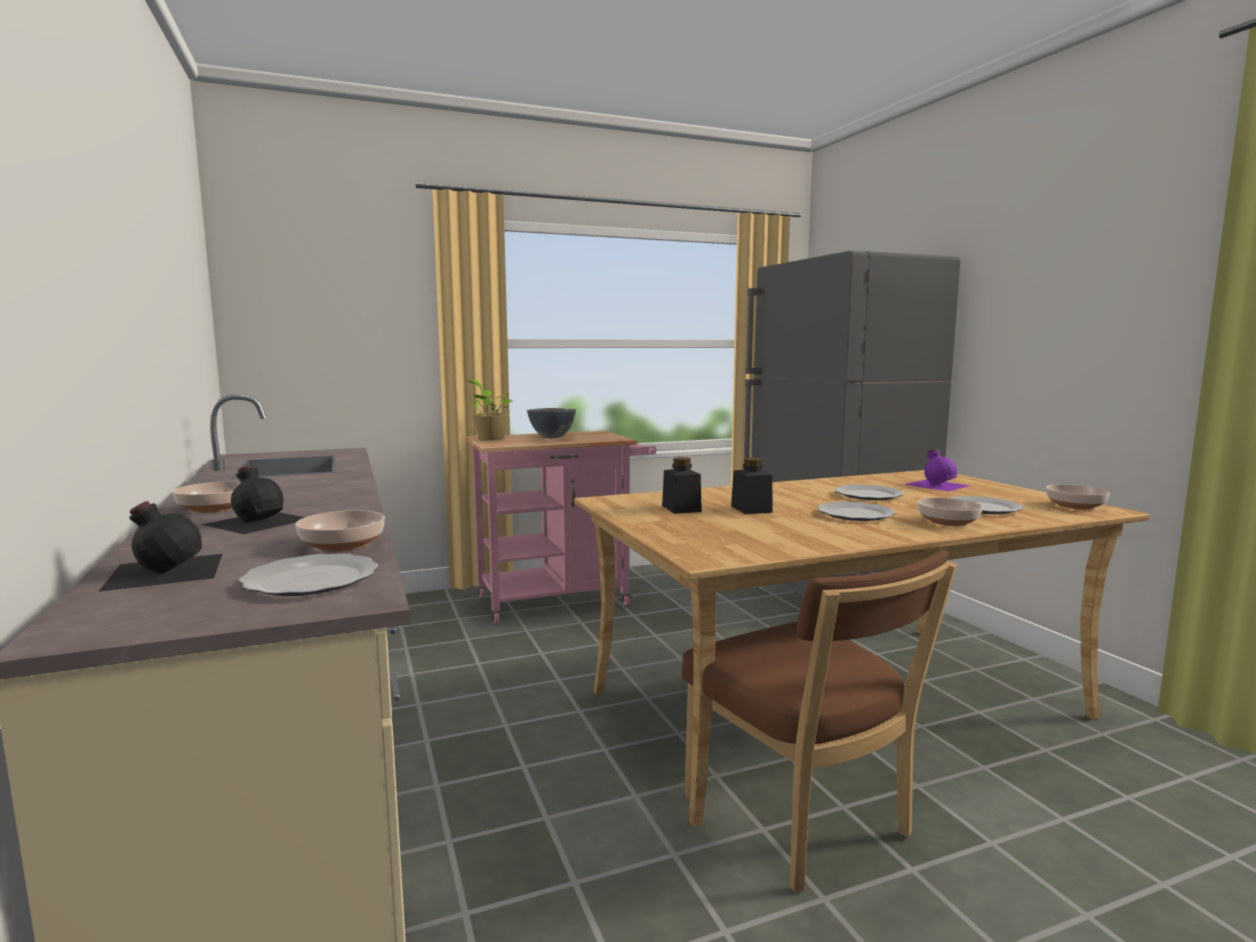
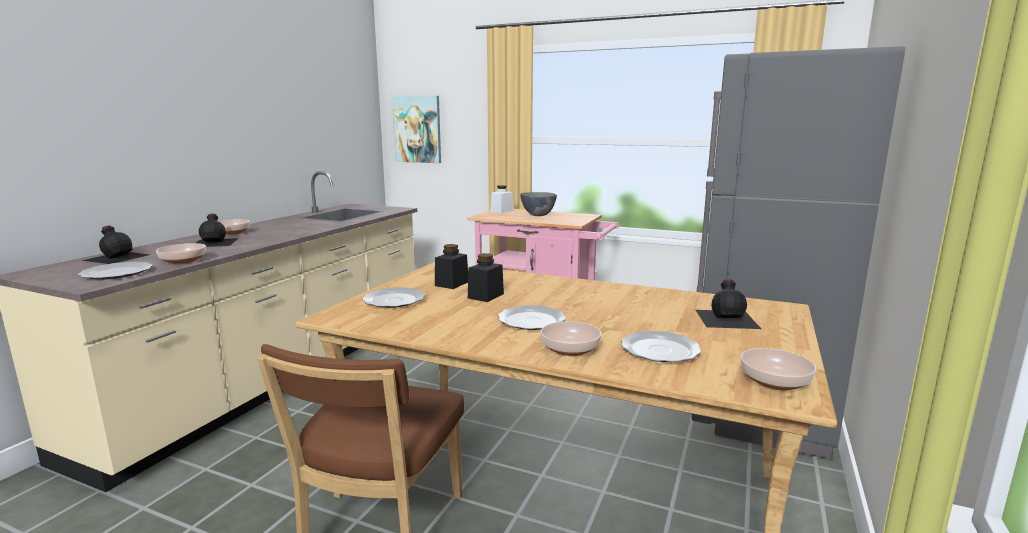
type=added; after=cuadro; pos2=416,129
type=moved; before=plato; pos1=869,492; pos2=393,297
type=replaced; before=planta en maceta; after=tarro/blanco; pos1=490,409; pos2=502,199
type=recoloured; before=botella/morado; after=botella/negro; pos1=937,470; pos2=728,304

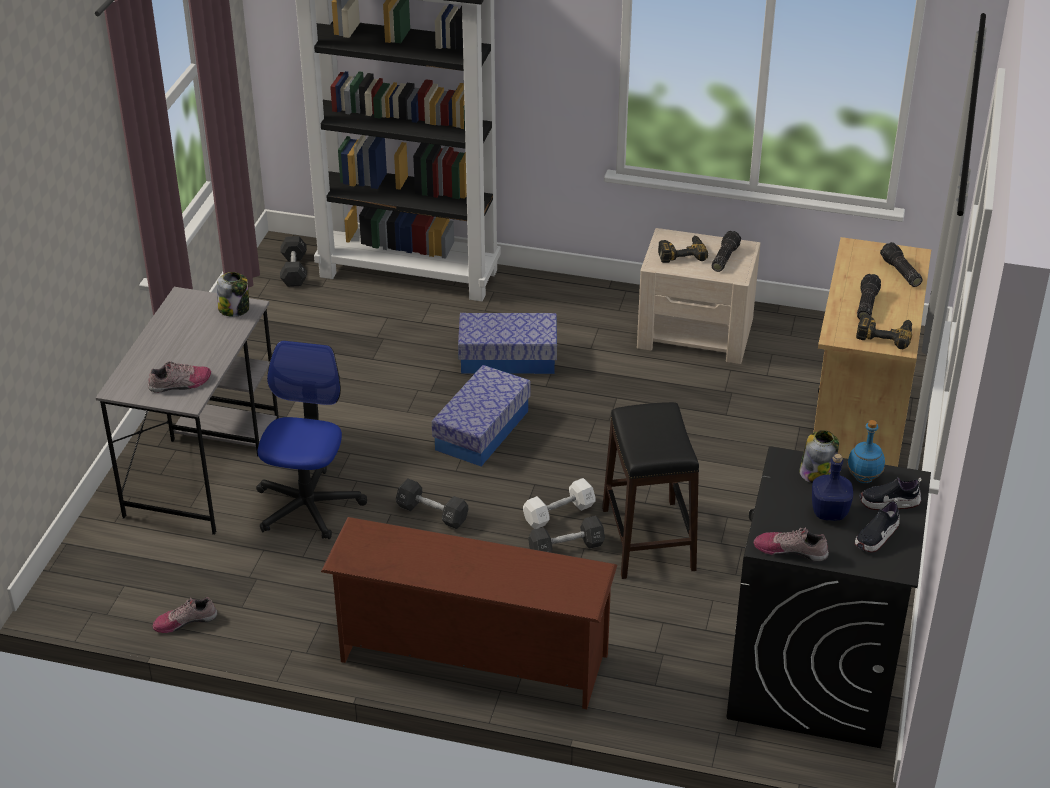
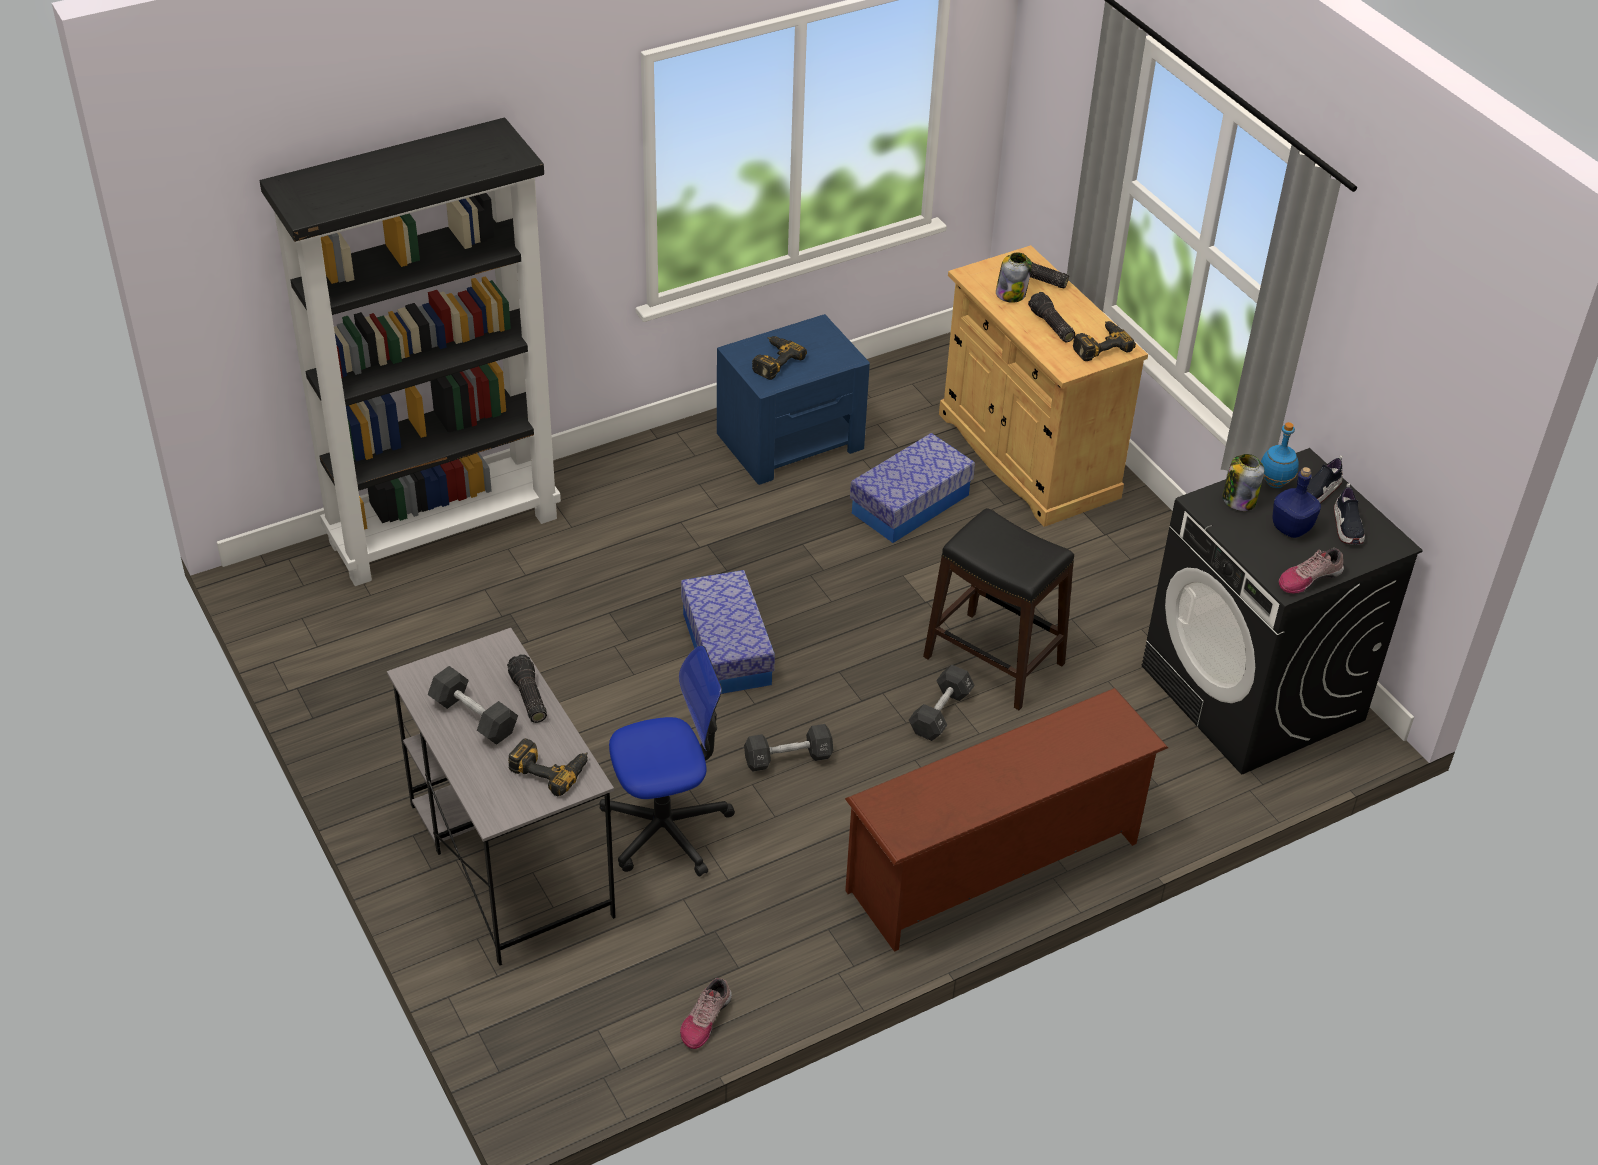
type=removed; before=mancuerna/blanco; pos1=559,503
type=moved; before=tarro; pos1=233,294; pos2=1014,277
type=moved; before=mancuerna/negro; pos1=293,261; pos2=473,705
type=moved; before=caja de almacenaje; pos1=507,343; pos2=912,488
type=moved; before=linterna; pos1=726,251; pos2=527,688
type=replaced; before=zapato; after=taladro; pos1=179,377; pos2=548,767
type=recoloured; before=mesita de noche/beis; after=mesita de noche/azul; pos1=698,296; pos2=793,399
type=turned; before=silla de oficina; pos1=311,439; pos2=667,761; turn=105

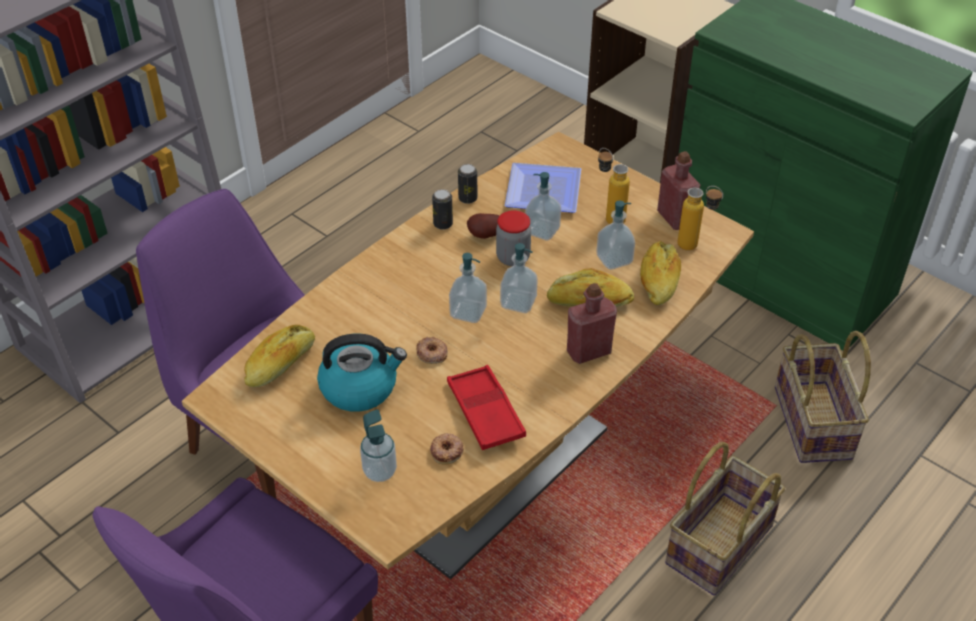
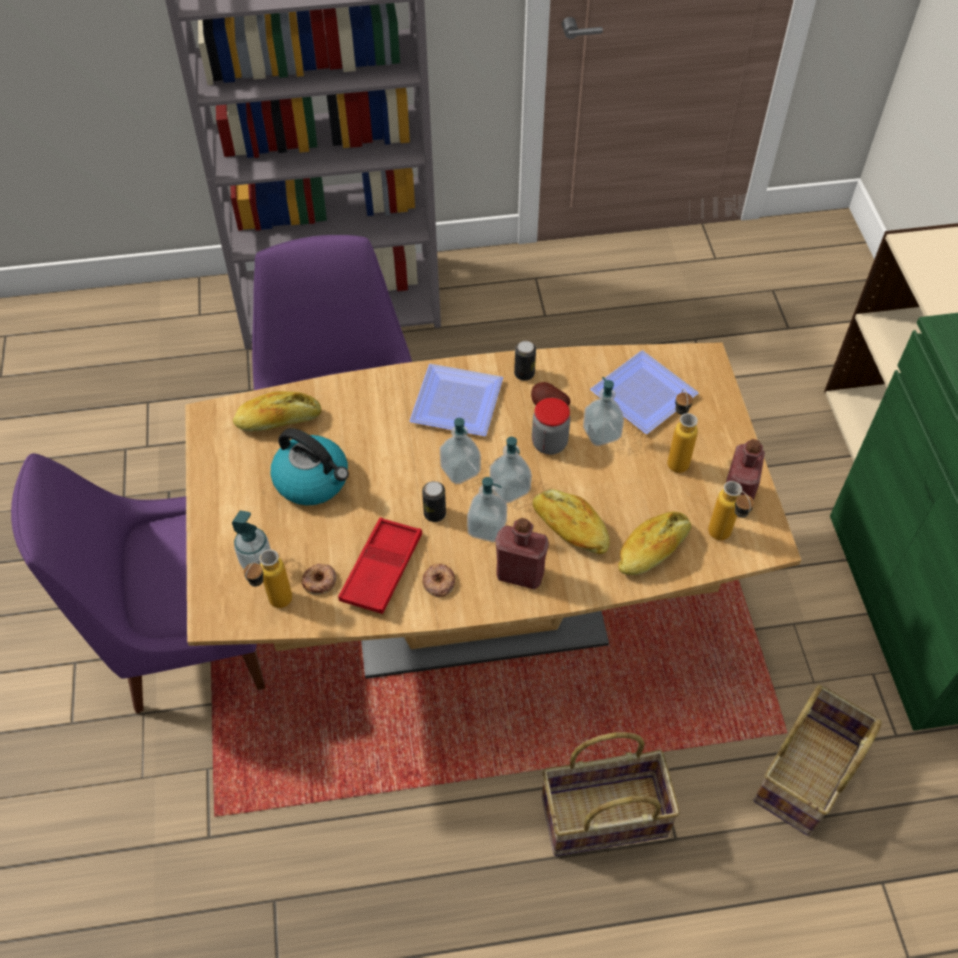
type=added; after=botella; pos2=268,578
type=added; after=plato; pos2=456,400
type=moved; before=rosquilla; pos1=432,350; pos2=438,581
type=moved; before=lata; pos1=467,184; pos2=434,501
type=moved; before=dispensador de jabón; pos1=615,235; pos2=487,509

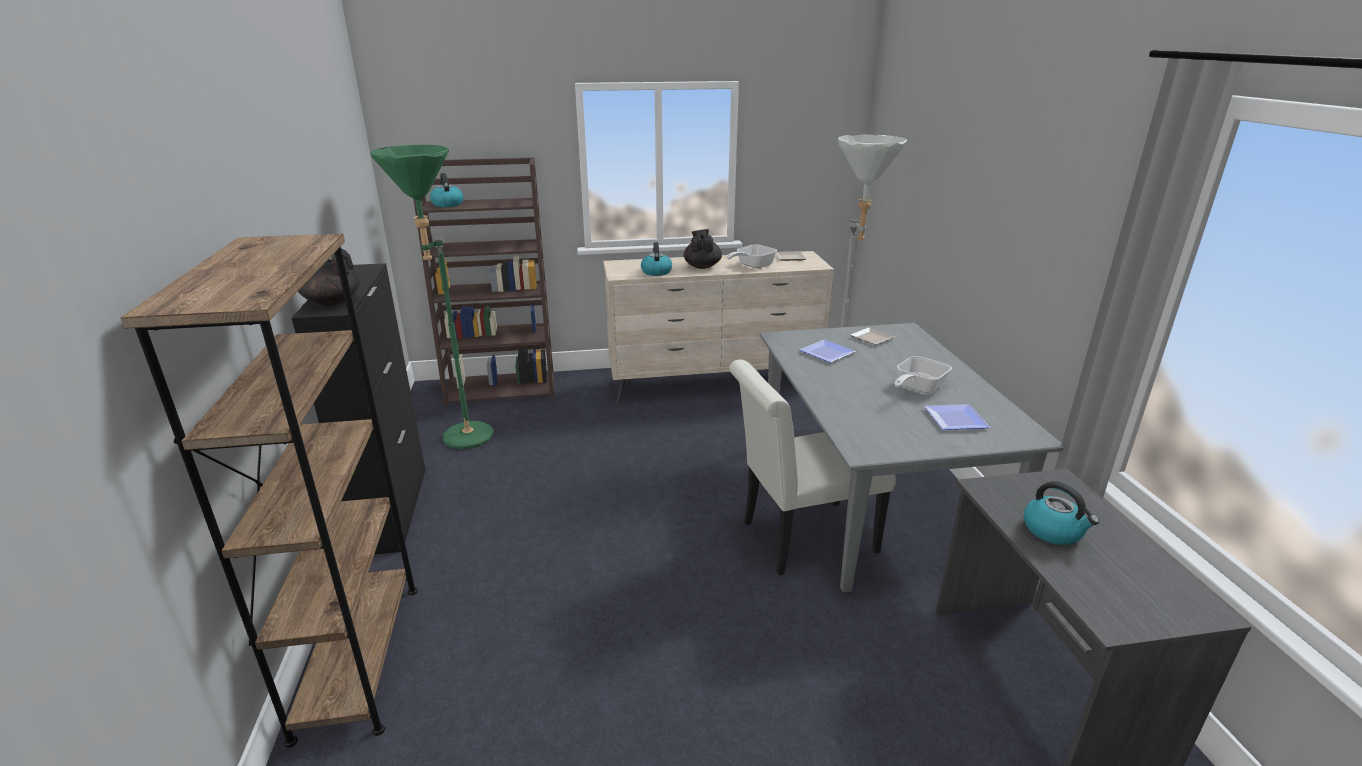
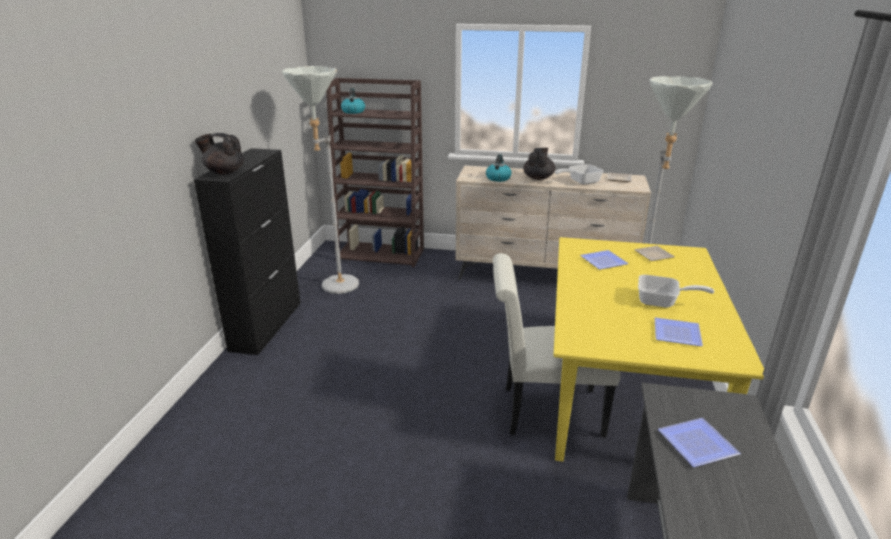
type=removed; before=estantería/marrón; pos1=269,491
type=replaced; before=hervidor; after=plato; pos1=1061,513; pos2=699,442
type=recoloured; before=lámpara de pie/verde; after=lámpara de pie/gris; pos1=432,297; pos2=320,180
type=recoloured; before=mesa de comedor/gris; after=mesa de comedor/amarillo; pos1=911,457; pos2=658,349
type=turned; before=sartén; pos1=923,374; pos2=676,291; turn=-135

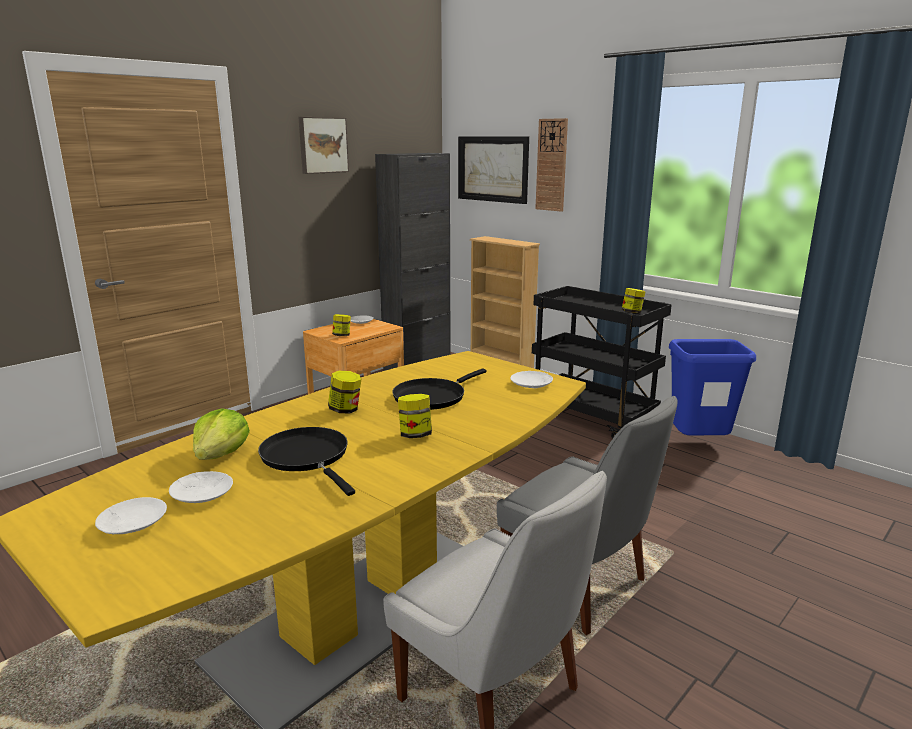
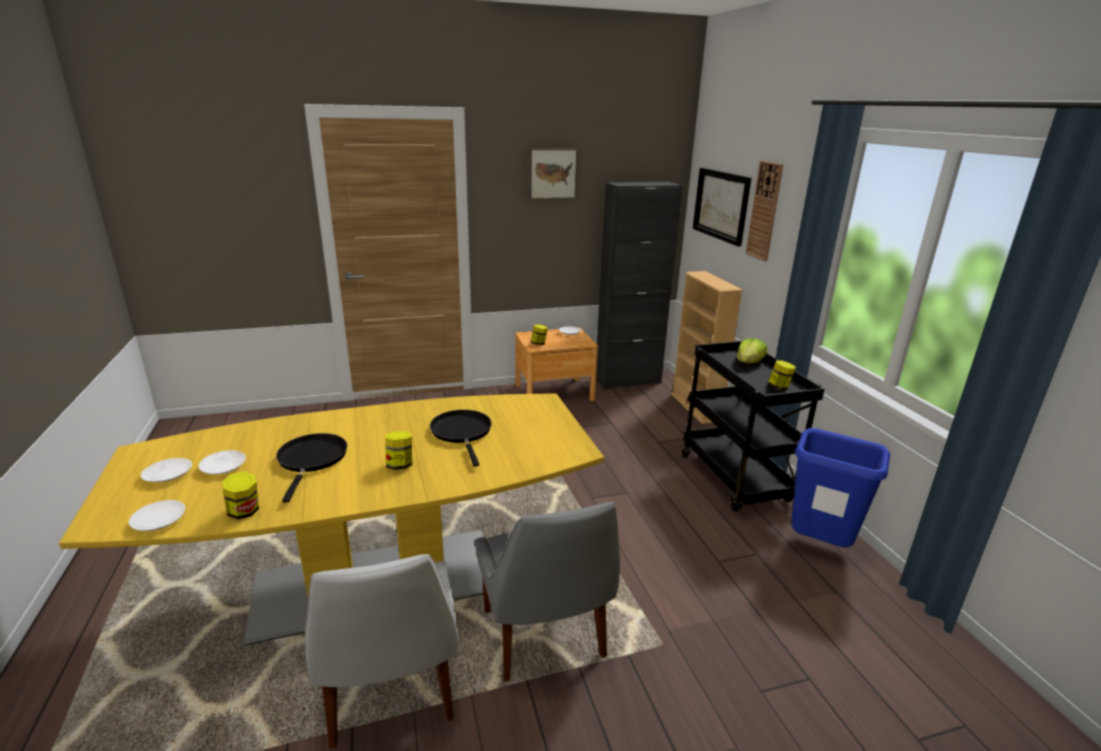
type=moved; before=lechuga; pos1=221,434; pos2=752,350
type=moved; before=tarro; pos1=344,392; pos2=240,495
type=moved; before=plato/blanco; pos1=531,379; pos2=157,515
type=turned; before=sartén/negro; pos1=439,389; pos2=461,438; turn=90

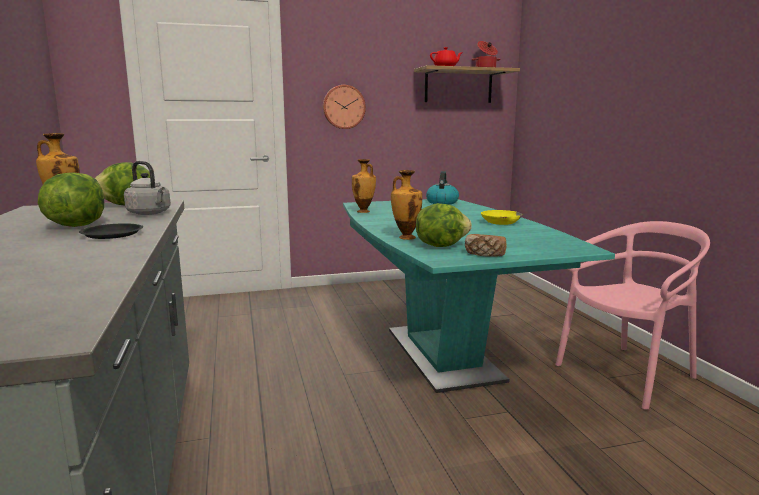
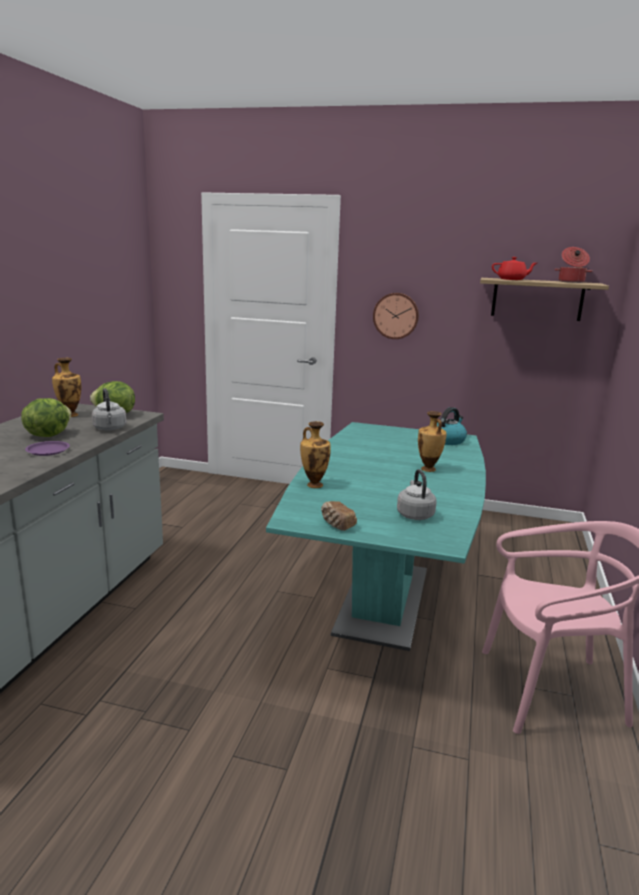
type=removed; before=lechuga; pos1=444,225
type=removed; before=cuenco/amarillo; pos1=501,217
type=added; after=hervidor/gris; pos2=417,494
type=moved; before=florero; pos1=364,186; pos2=432,441
type=recoloured; before=plato/negro; after=plato/morado; pos1=111,231; pos2=47,448

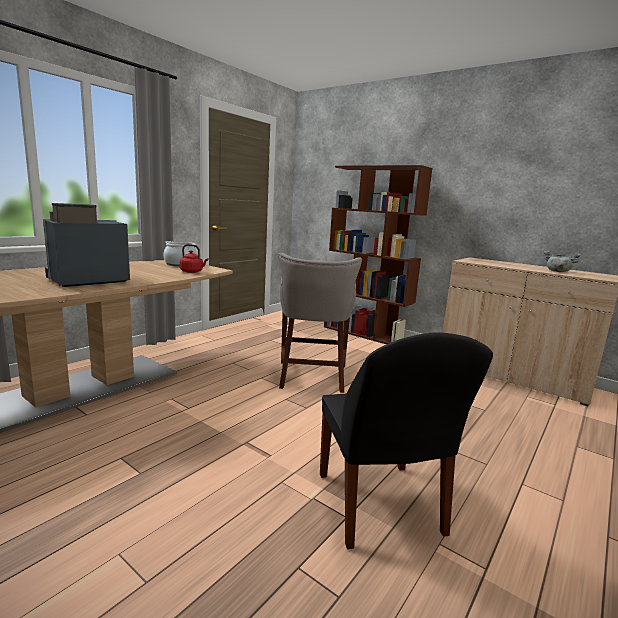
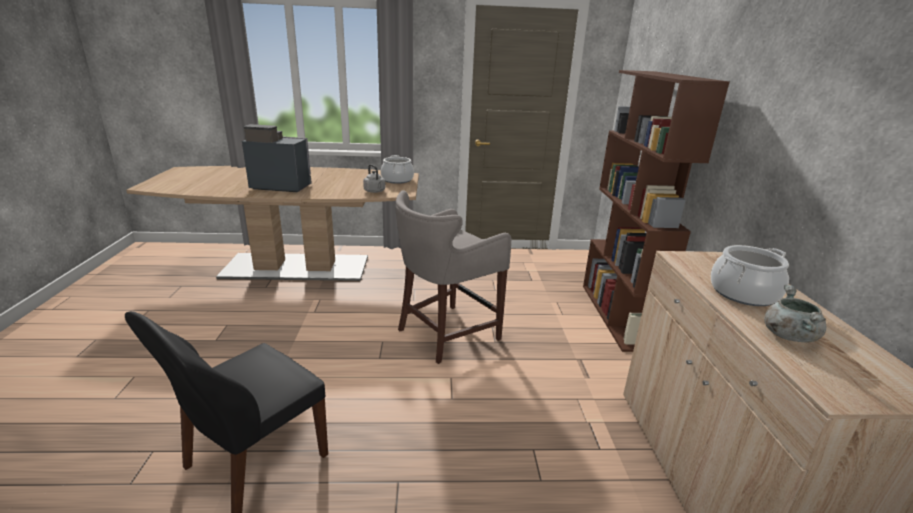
type=added; after=olla; pos2=750,275
type=recoloured; before=hervidor/rojo; after=hervidor/gris; pos1=194,258; pos2=374,178

